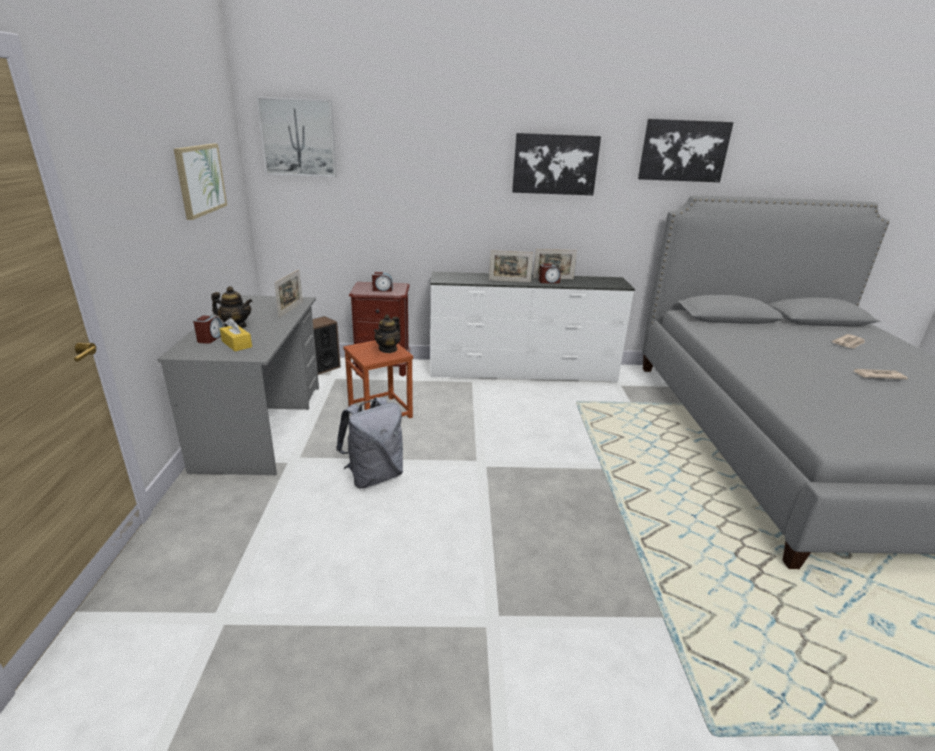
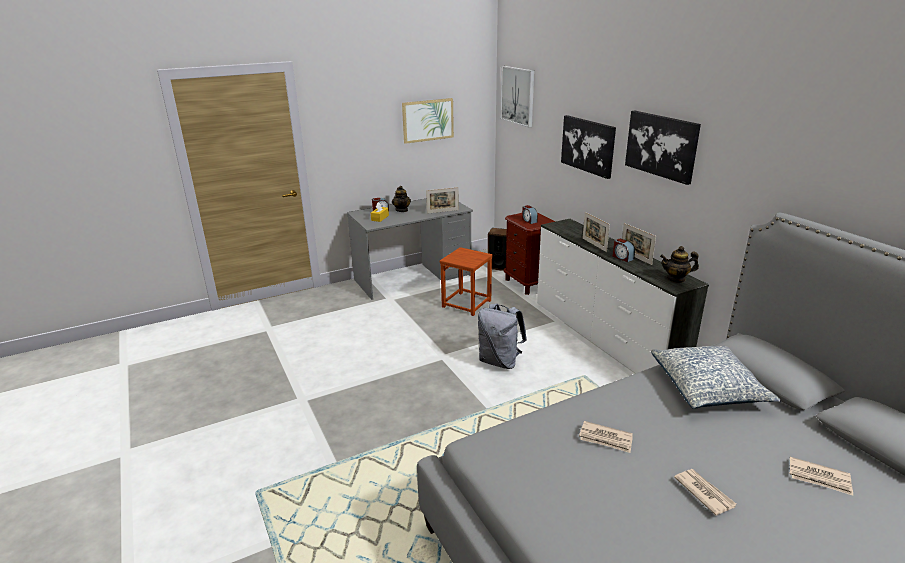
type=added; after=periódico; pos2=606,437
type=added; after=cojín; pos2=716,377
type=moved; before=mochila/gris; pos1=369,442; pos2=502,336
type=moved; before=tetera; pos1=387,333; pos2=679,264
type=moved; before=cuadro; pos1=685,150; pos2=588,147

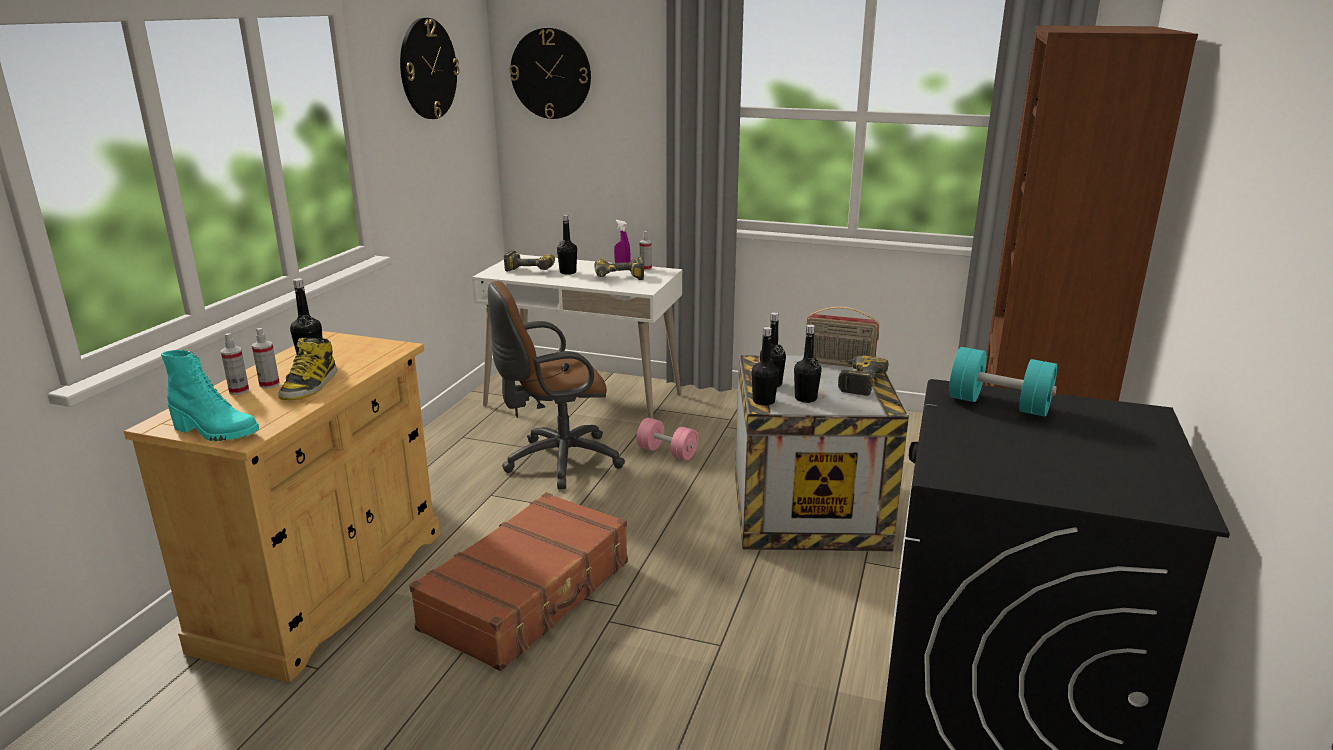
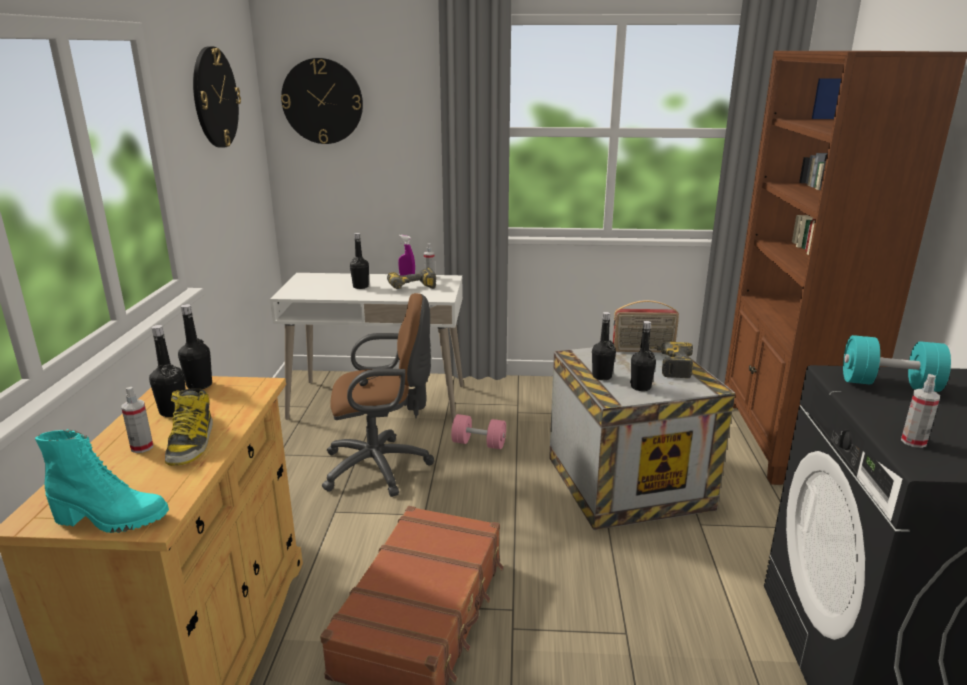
type=removed; before=taladro; pos1=529,260
type=moved; before=pulverizador; pos1=235,364; pos2=920,411
type=moved; before=botella/negro; pos1=765,366; pos2=195,346
type=turned; before=silla de oficina/marrón; pos1=556,385; pos2=378,395; turn=-150

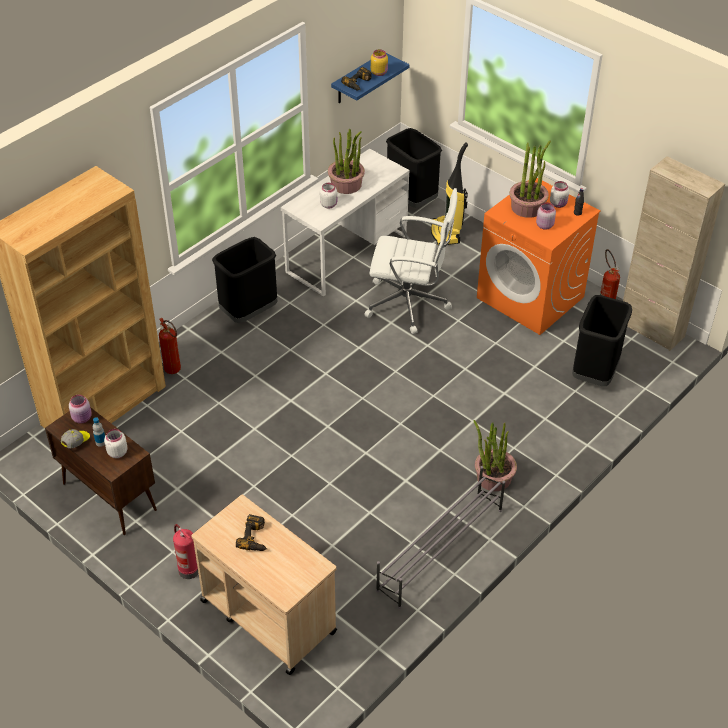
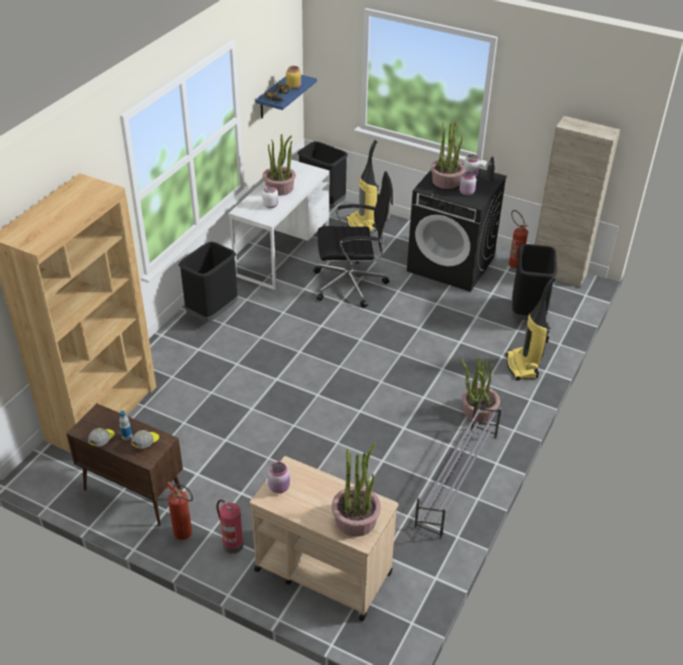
type=removed; before=taladro; pos1=251,532
type=added; after=planta en maceta; pos2=356,489
type=added; after=aspiradora; pos2=531,328
type=moved; before=tarro/rosa; pos1=80,409; pos2=278,477
type=moved; before=extintor; pos1=170,346; pos2=180,510
type=replaced; before=tarro/blanco; after=gorra; pos1=115,443; pos2=145,439
type=recoloured; before=silla de oficina/blanco; after=silla de oficina/negro; pos1=410,261; pos2=353,239
type=recoloured; before=lavadora/naranja; after=lavadora/negro; pos1=539,256; pos2=457,228

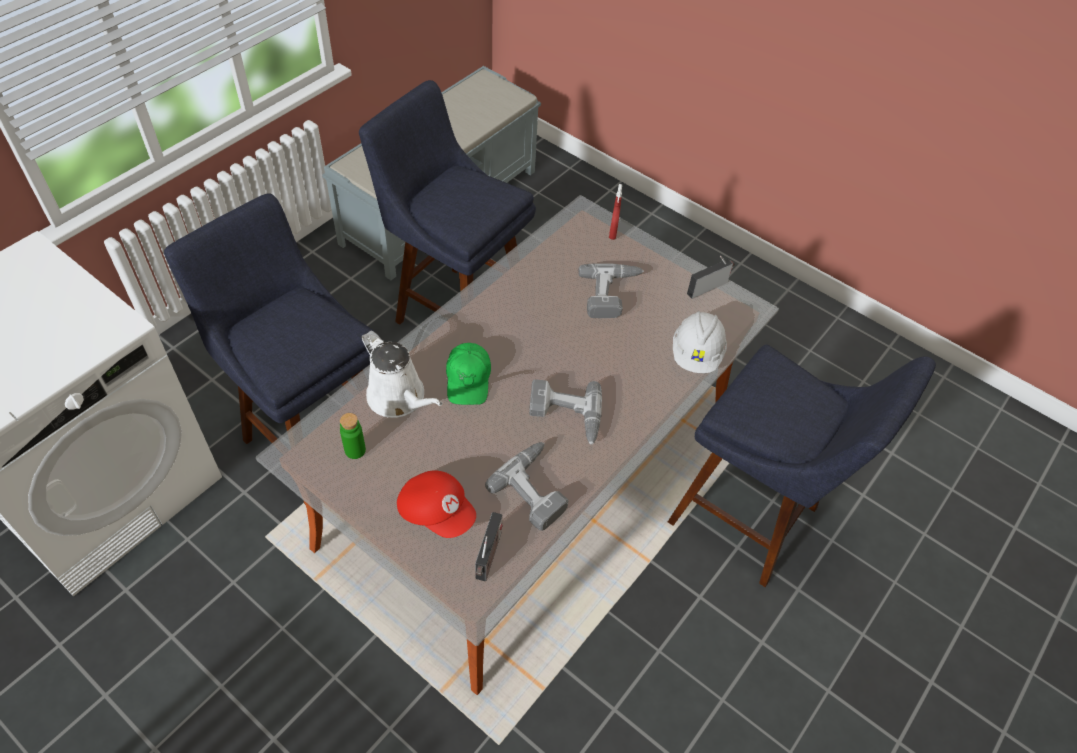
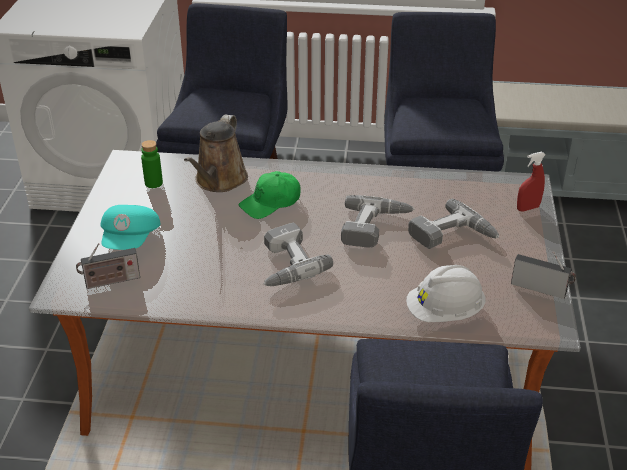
type=moved; before=taladro; pos1=526,486; pos2=378,221
type=recoloured; before=regadera/blanco; after=regadera/marrón; pos1=402,374; pos2=216,153
type=recoloured; before=gorra/rojo; after=gorra/turquesa; pos1=436,504; pos2=130,227

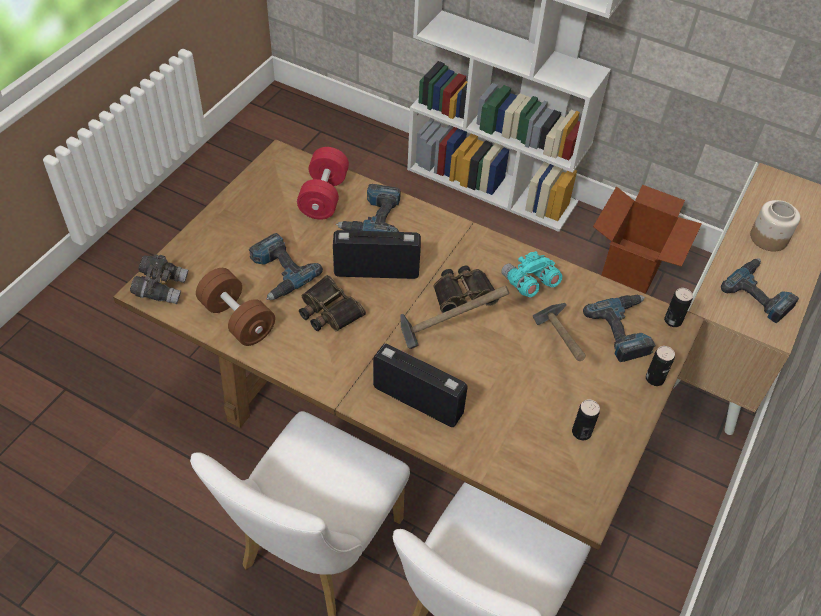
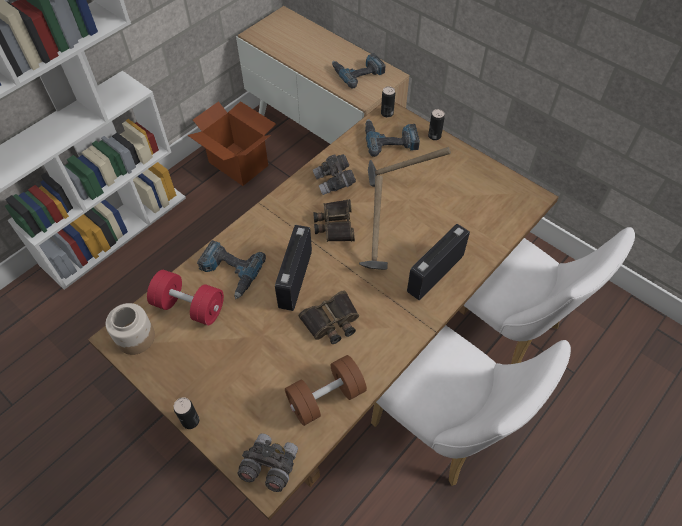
type=removed; before=taladro; pos1=286,266
type=moved; before=lata; pos1=586,419; pos2=186,413
type=moved; before=tarro; pos1=775,226; pos2=130,329
type=recoloured; before=prismáticos/turquesa; after=prismáticos/gris; pos1=531,274; pos2=334,174

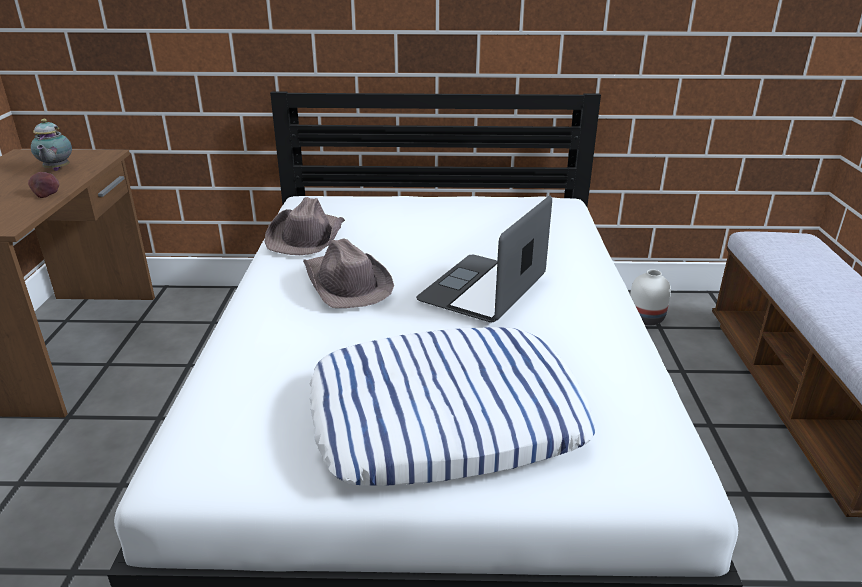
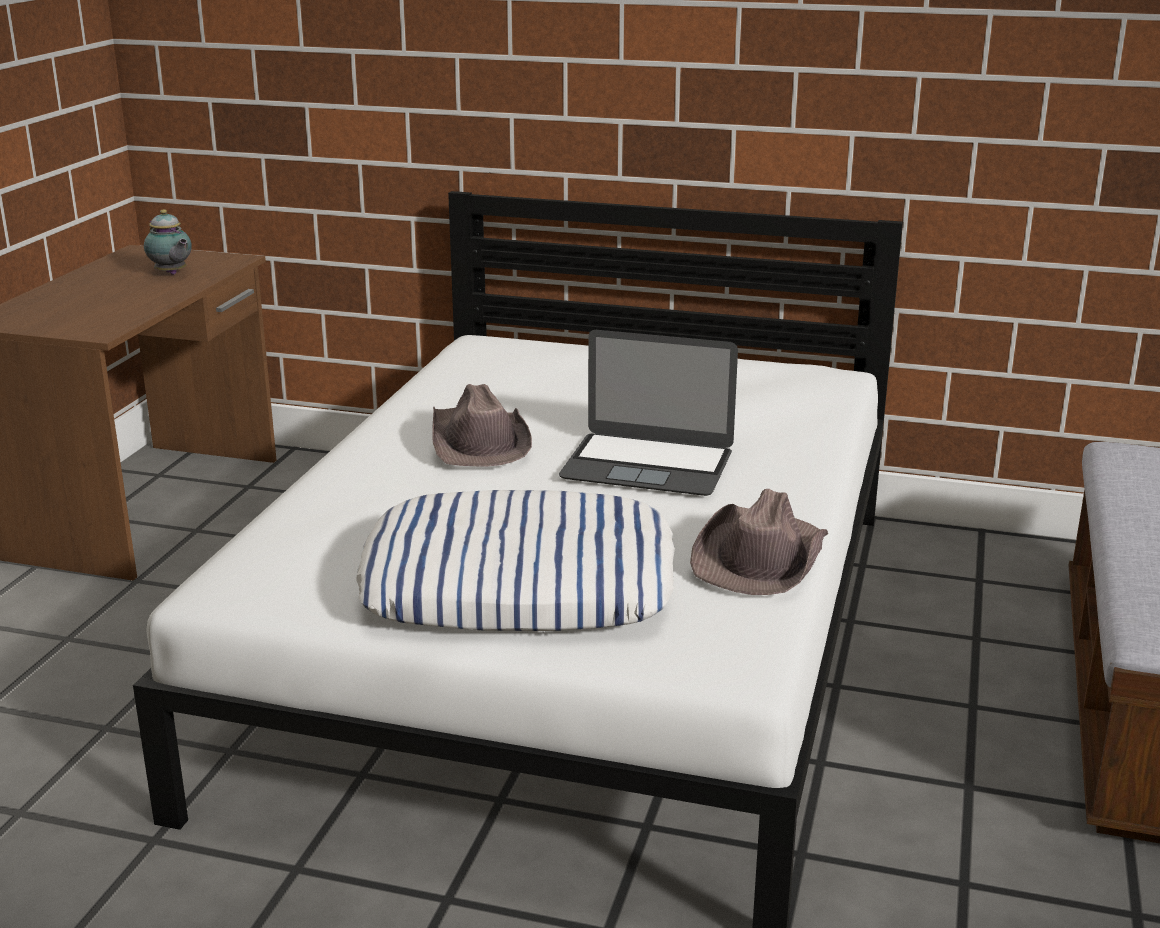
type=removed; before=manzana; pos1=43,185
type=removed; before=florero/blanco; pos1=650,297
type=moved; before=sombrero/marrón; pos1=305,226; pos2=759,542
type=turned; before=tetera; pos1=51,145; pos2=168,242; turn=-45
type=turned; before=portátil; pos1=484,259; pos2=648,413; turn=-120

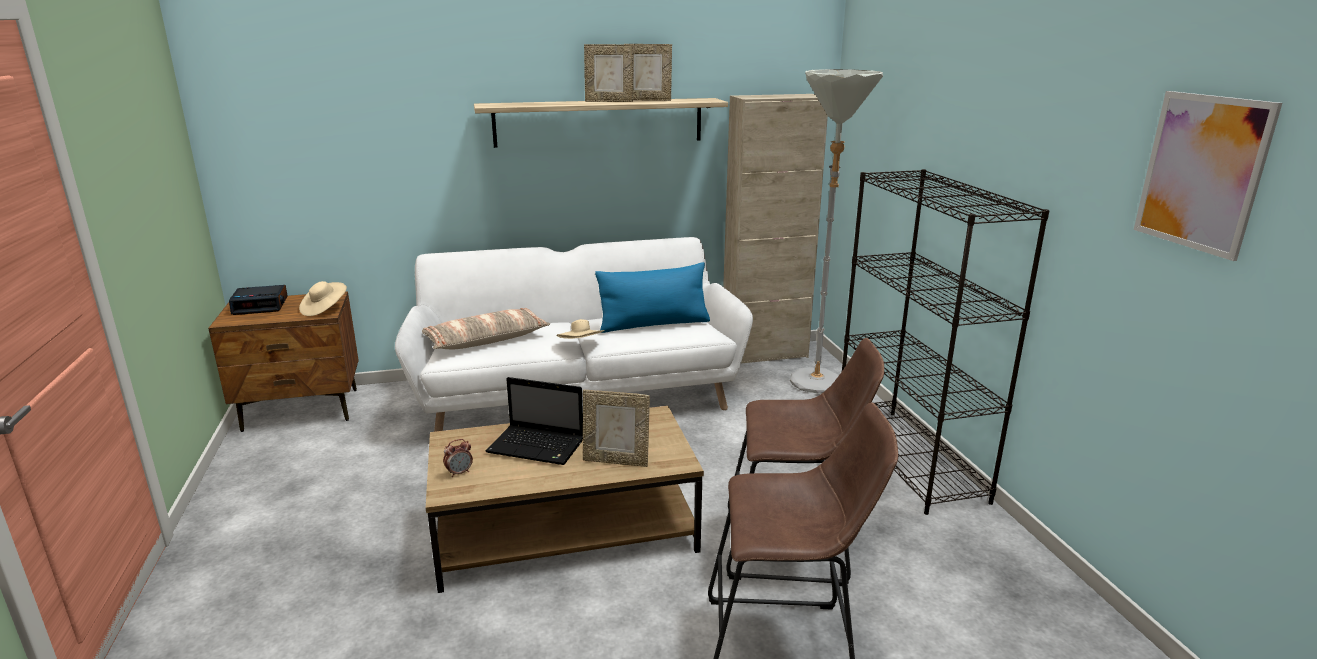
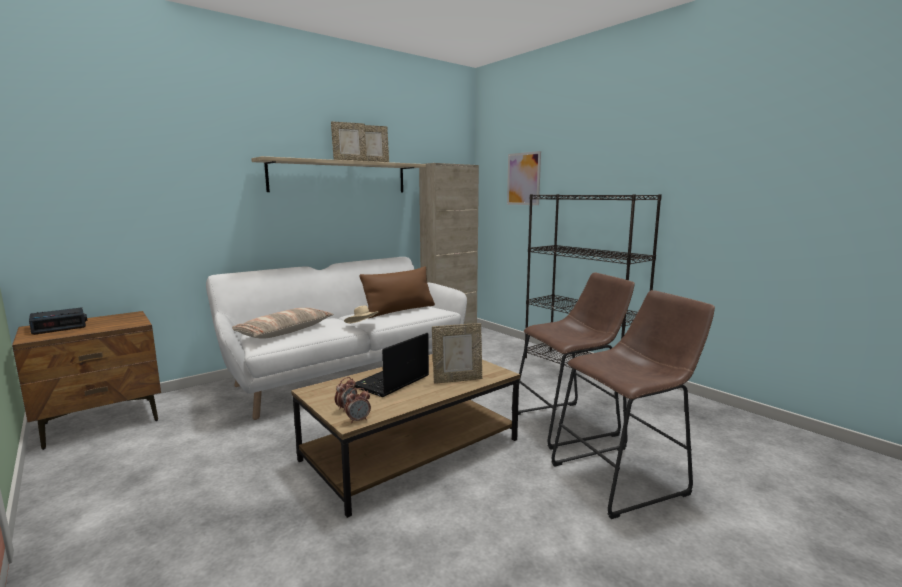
type=removed; before=sombrero/beis; pos1=323,298
type=removed; before=lámpara de pie/gris; pos1=836,231
type=added; after=despertador; pos2=358,405
type=moved; before=cuadro; pos1=1208,176; pos2=524,178
type=recoloured; before=cojín/azul; after=cojín/marrón; pos1=652,297; pos2=397,292
type=turned; before=portátil; pos1=534,421; pos2=391,365; turn=135

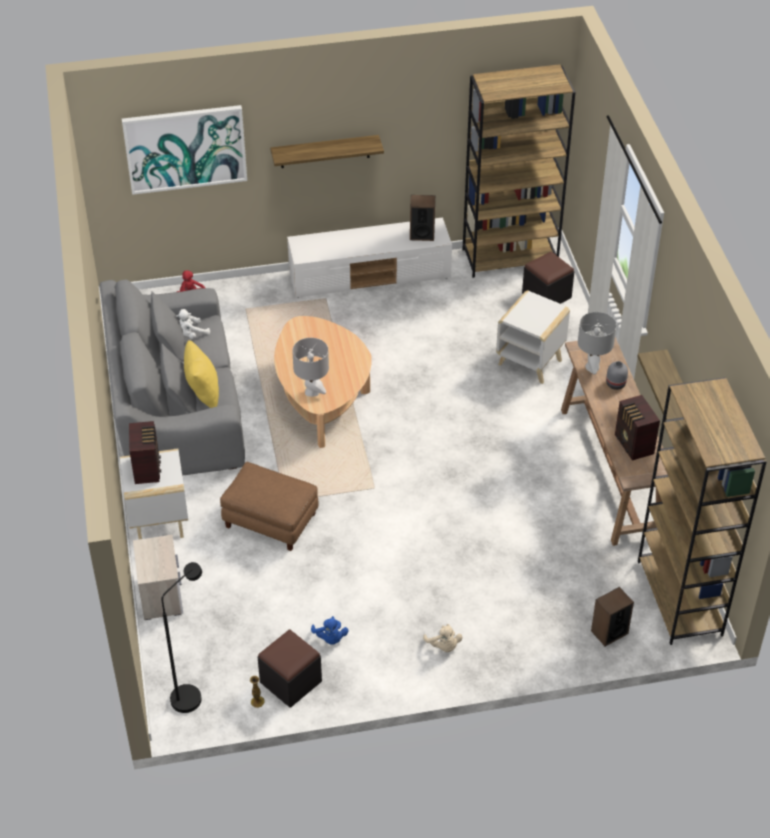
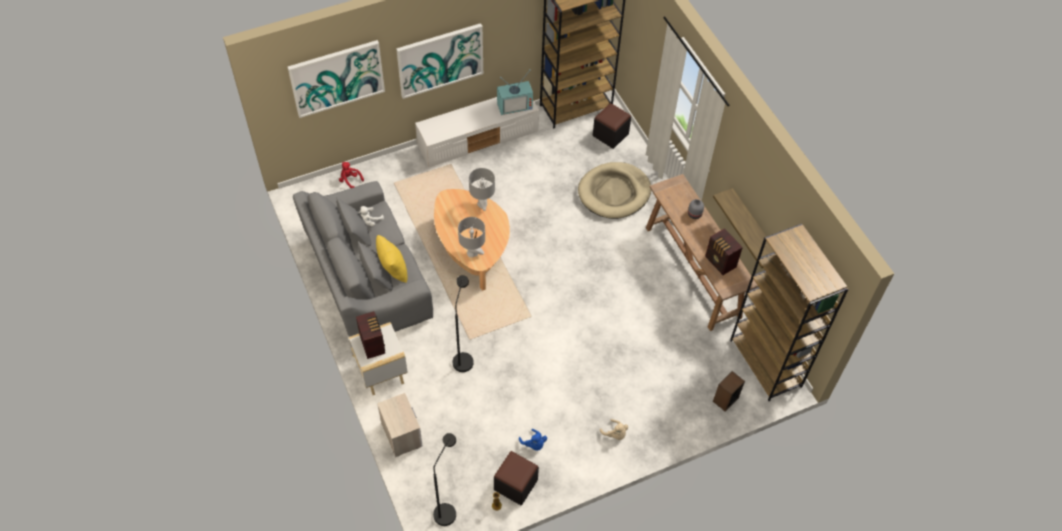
type=moved; before=lámpara de mesa/gris; pos1=597,343; pos2=482,189
type=replaced; before=puf/marrón; after=lámpara de pie/negro; pos1=269,506; pos2=463,323
type=replaced; before=estante; after=cuadro; pos1=327,151; pos2=439,61
type=replaced; before=altavoz; after=televisor; pos1=422,218; pos2=515,92
type=replaced; before=mesa auxiliar/blanco; after=cama para perro/beis; pos1=533,337; pos2=614,190

